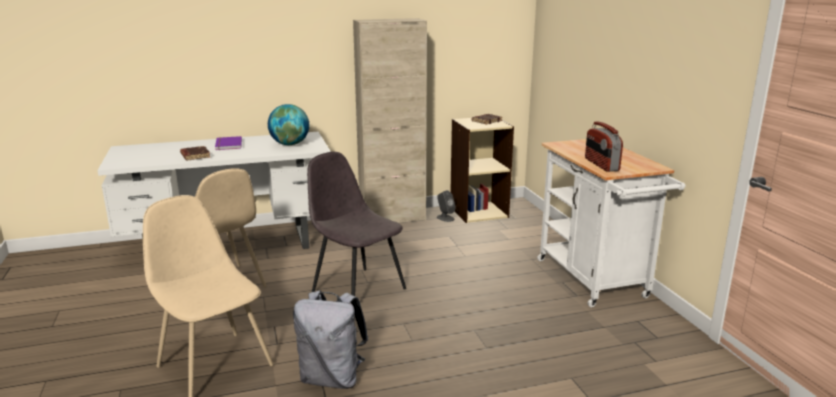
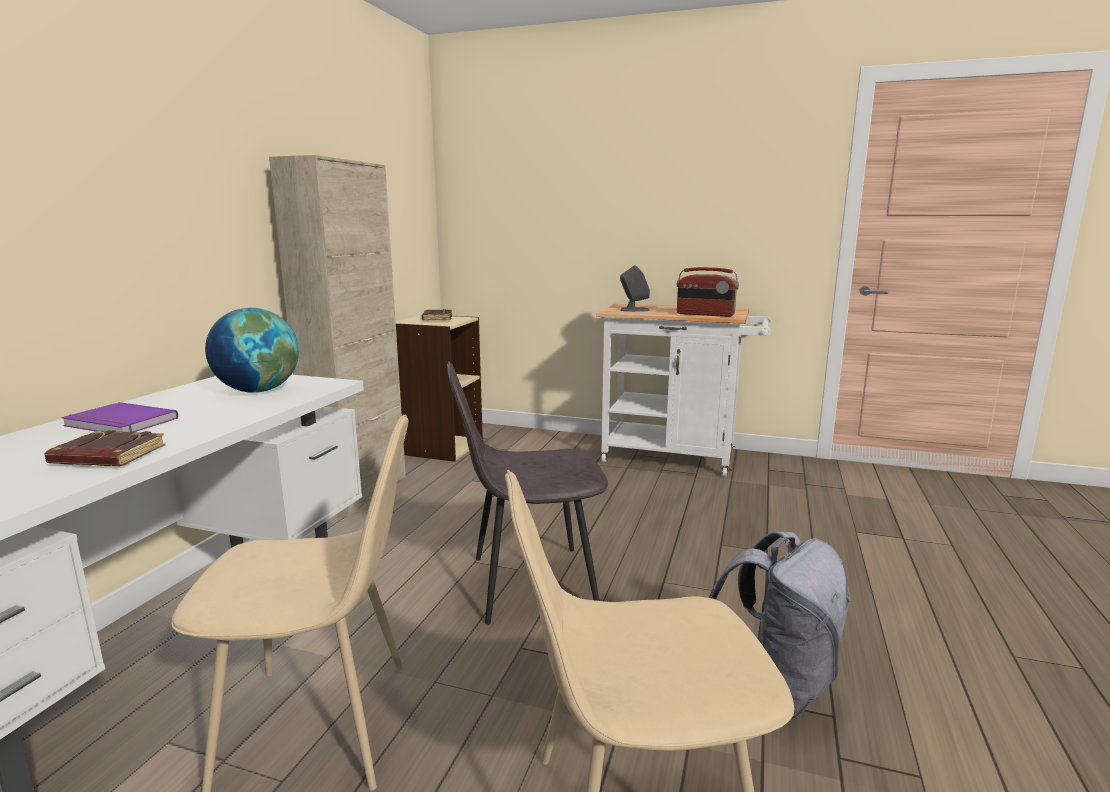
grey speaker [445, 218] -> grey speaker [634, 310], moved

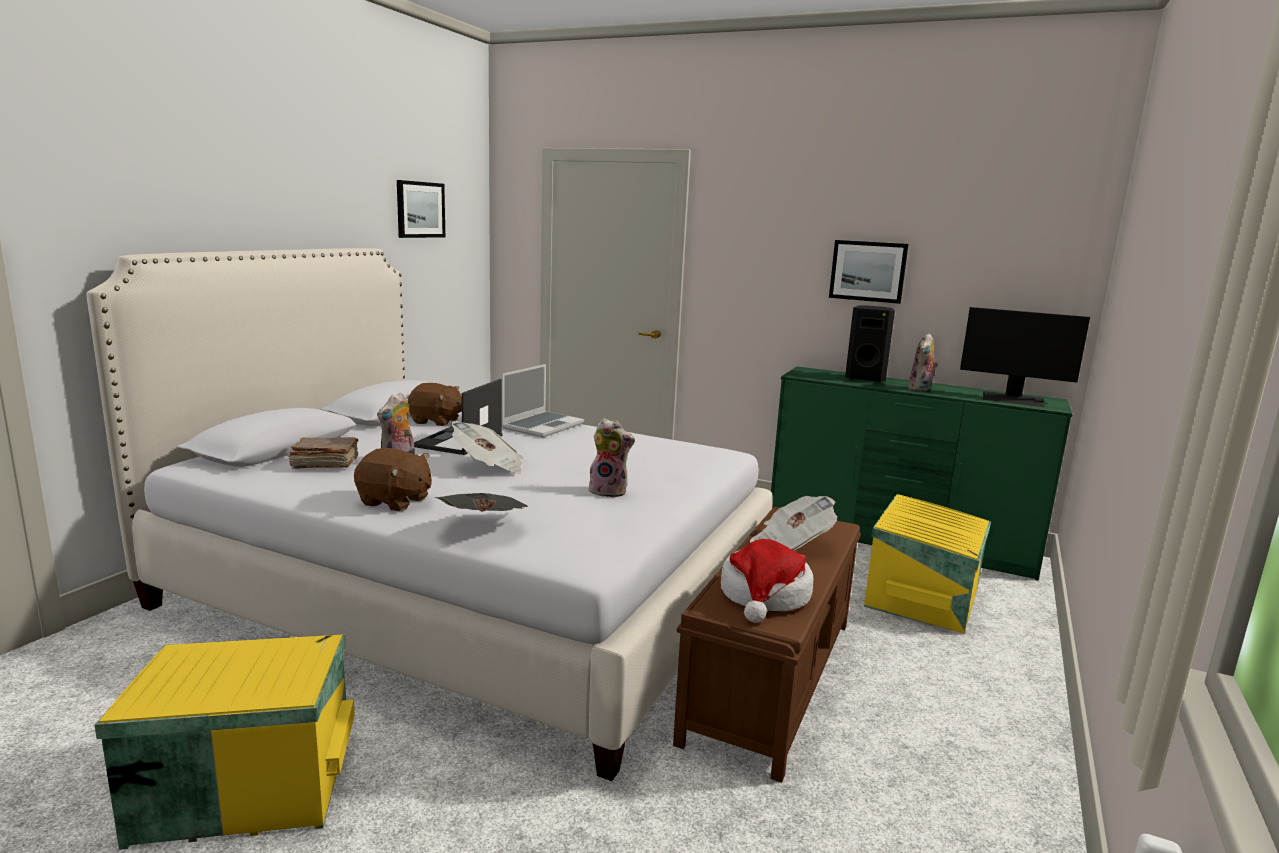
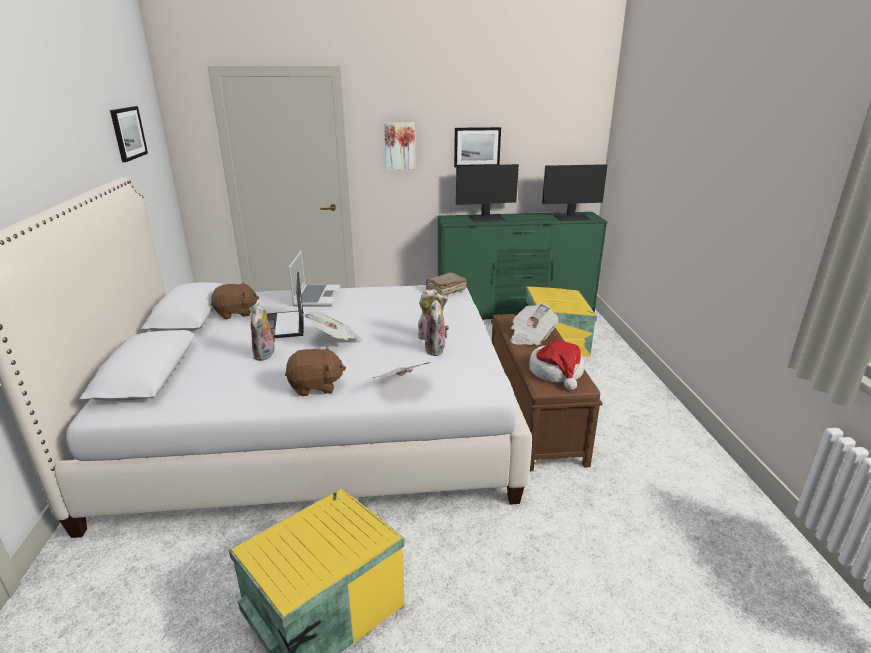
brown book [324, 464] -> brown book [445, 291], moved
black speaker [865, 379] -> monitor [487, 218]
plush toy [921, 389] -> plush toy [436, 351], moved
none -> picture [399, 146]

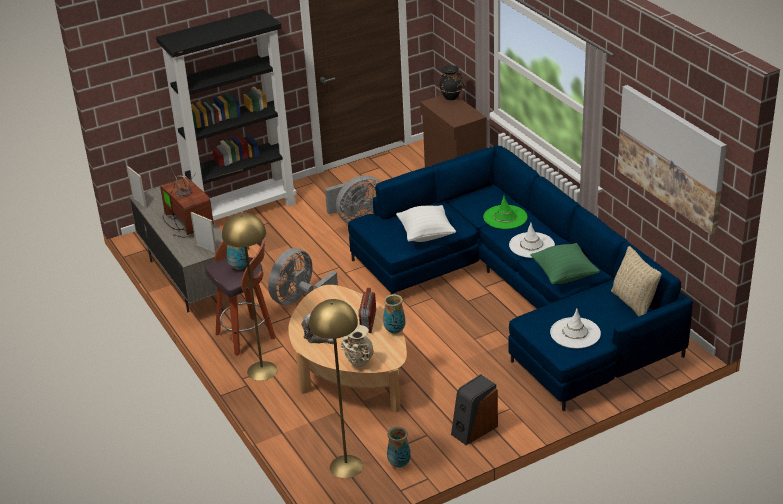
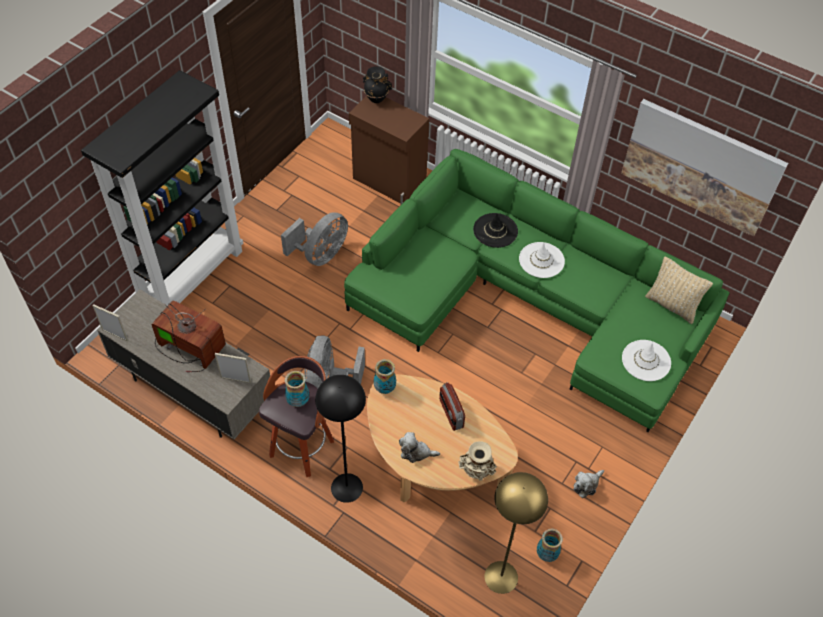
yellow floor lamp [262, 371] -> black floor lamp [346, 488]
blue sofa [519, 294] -> green sofa [528, 302]
vase [395, 331] -> vase [385, 388], moved
white pillow [426, 234] -> none
speaker [474, 429] -> plush toy [586, 485]
green hat [505, 217] -> black hat [495, 230]
green pillow [564, 275] -> none

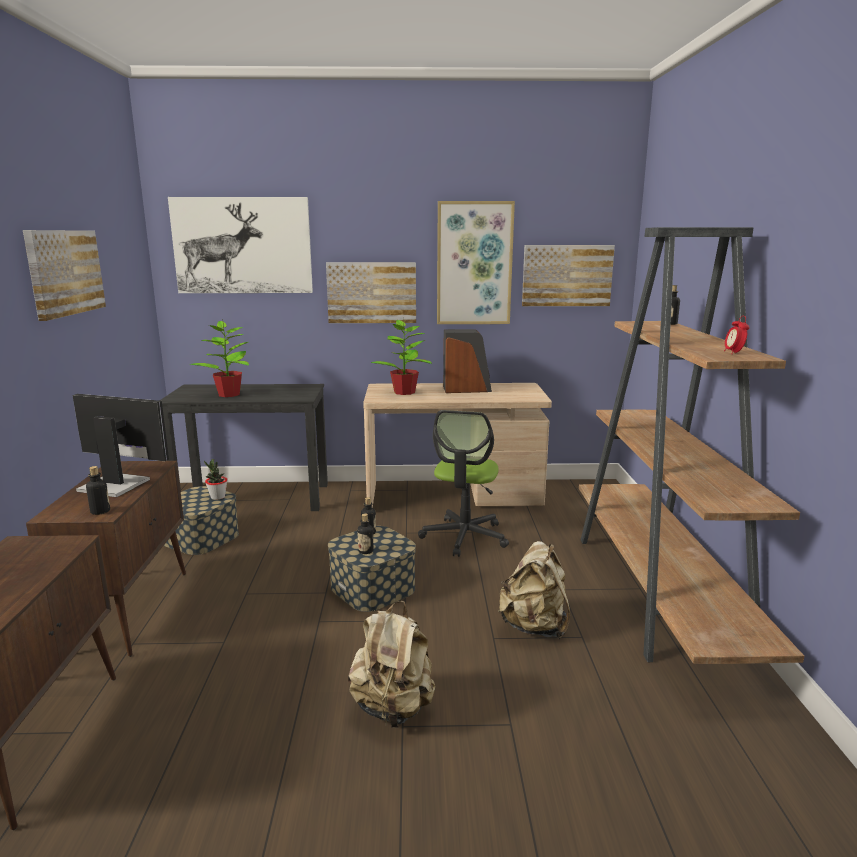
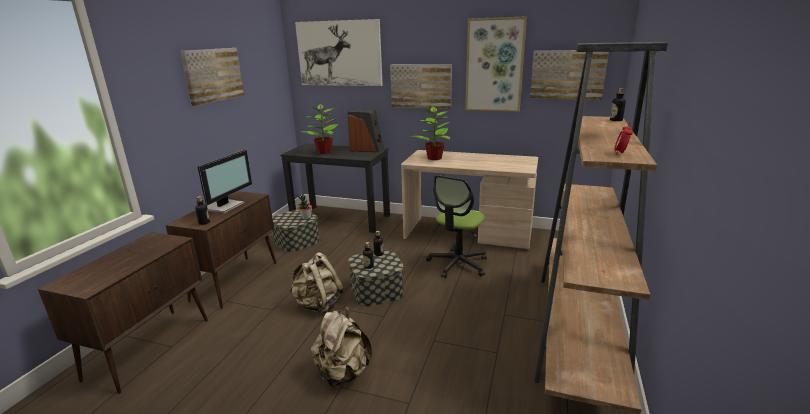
monitor [115, 484] -> monitor [225, 206], 75 degrees clockwise
speaker [466, 389] -> speaker [366, 149], moved
beige backpack [534, 626] -> beige backpack [318, 305], moved

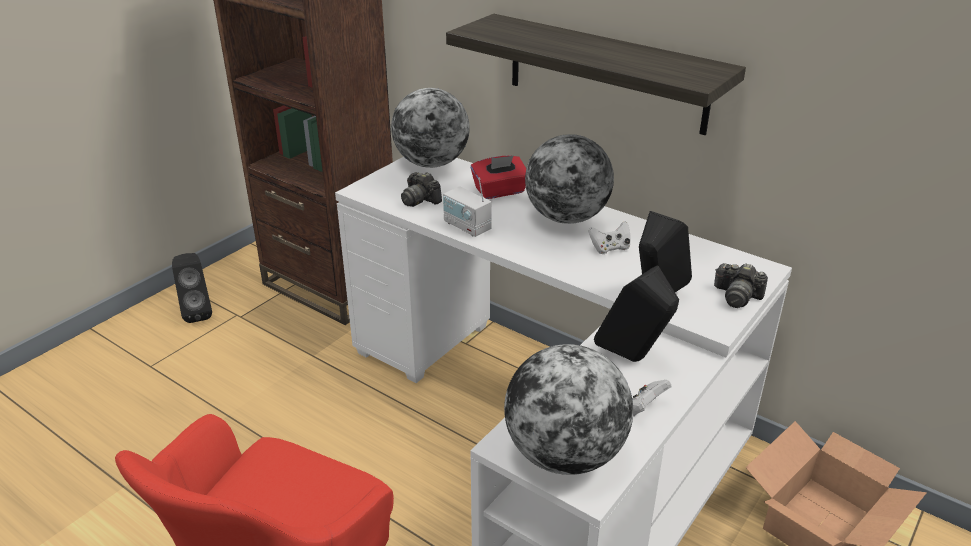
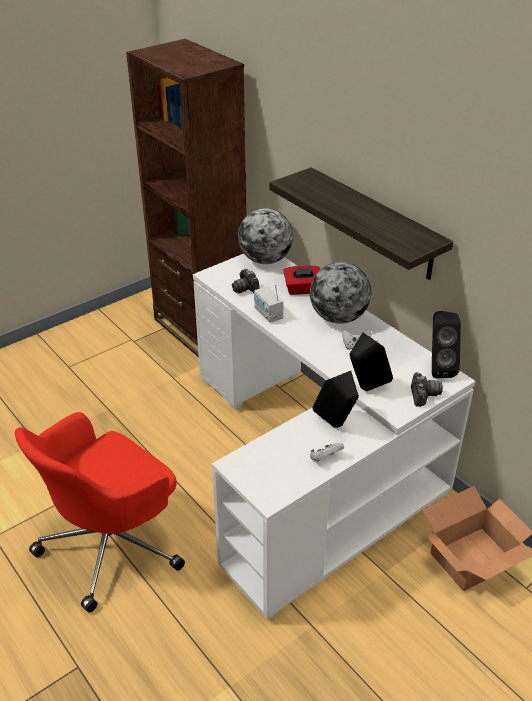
black speaker [197, 313] -> black speaker [438, 368], moved
globe [565, 454] -> none
photo camera [737, 296] -> photo camera [423, 395], 135 degrees counterclockwise

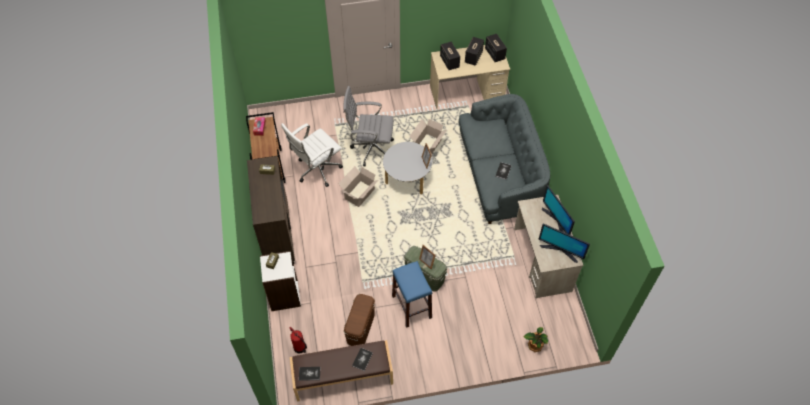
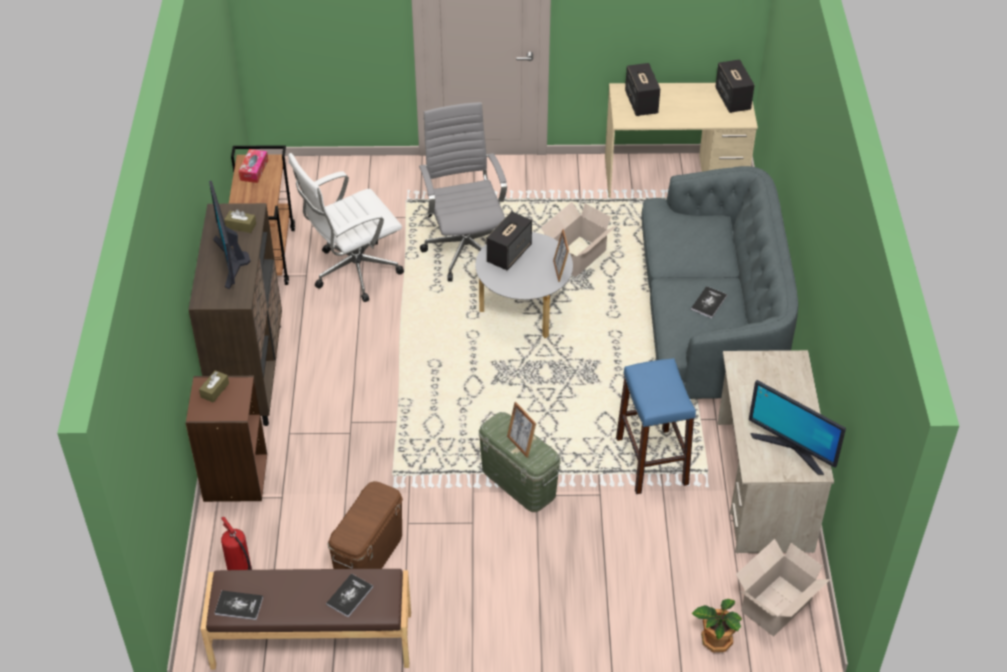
white bookcase [284, 295] -> brown bookcase [234, 477]
cardboard box [359, 194] -> cardboard box [774, 606], moved
grey office chair [370, 149] -> grey office chair [465, 249], 60 degrees clockwise
blue stool [411, 306] -> blue stool [651, 460], moved
speaker [473, 57] -> speaker [509, 253], moved
monitor [556, 221] -> monitor [231, 261], moved

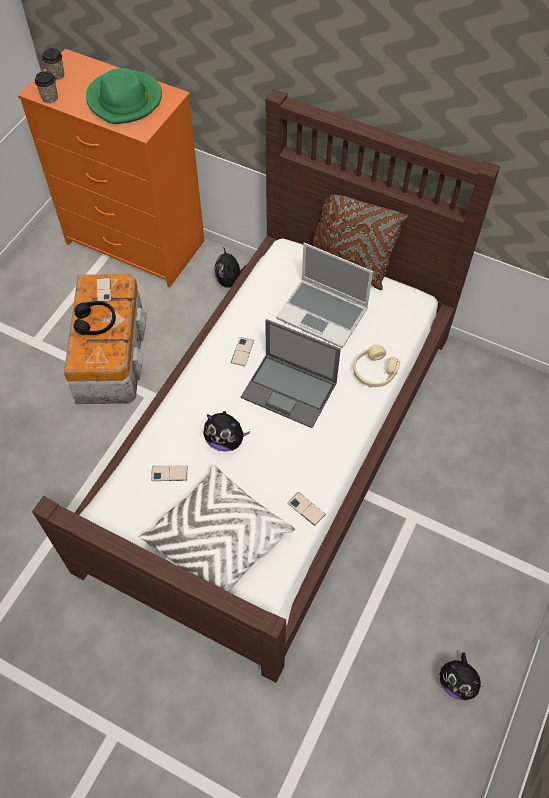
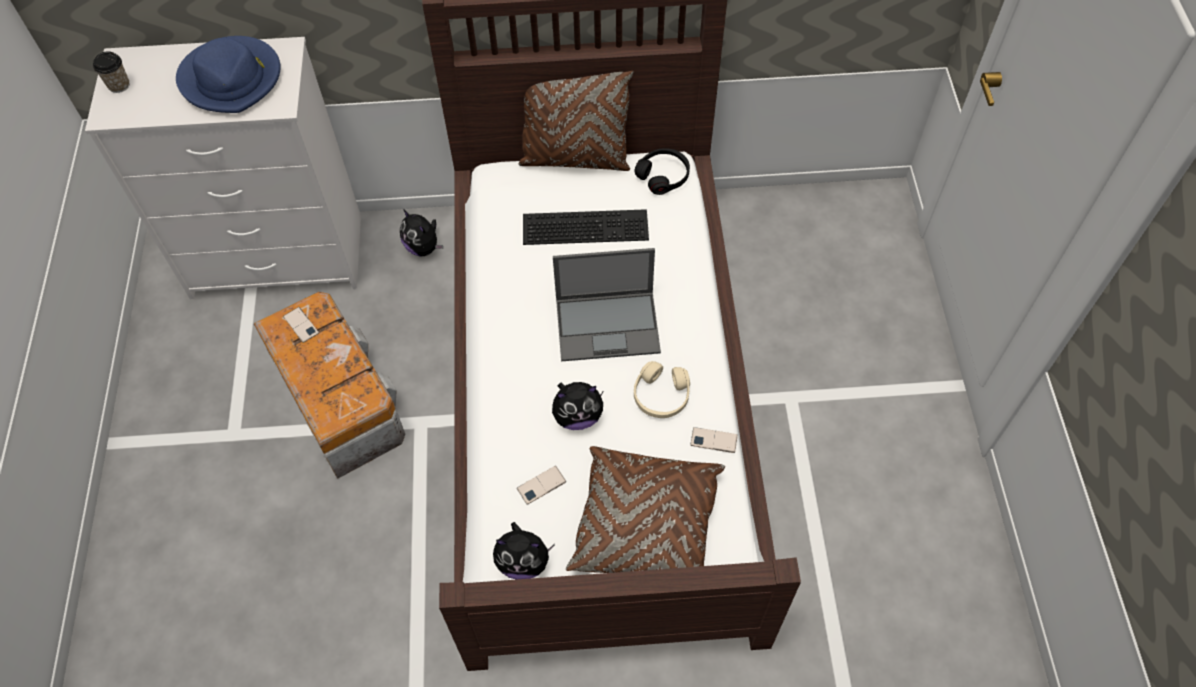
orange dresser [136, 242] -> white dresser [279, 256]
cup [50, 98] -> none
black headphones [96, 322] -> black headphones [663, 176], moved
green hat [125, 100] -> blue hat [232, 78]
white pillow [217, 541] -> brown pillow [646, 527]
phone [242, 352] -> none
laptop [323, 314] -> keyboard [586, 225]
beige headphones [374, 371] -> beige headphones [661, 395], moved
plush toy [457, 682] -> plush toy [523, 561], moved

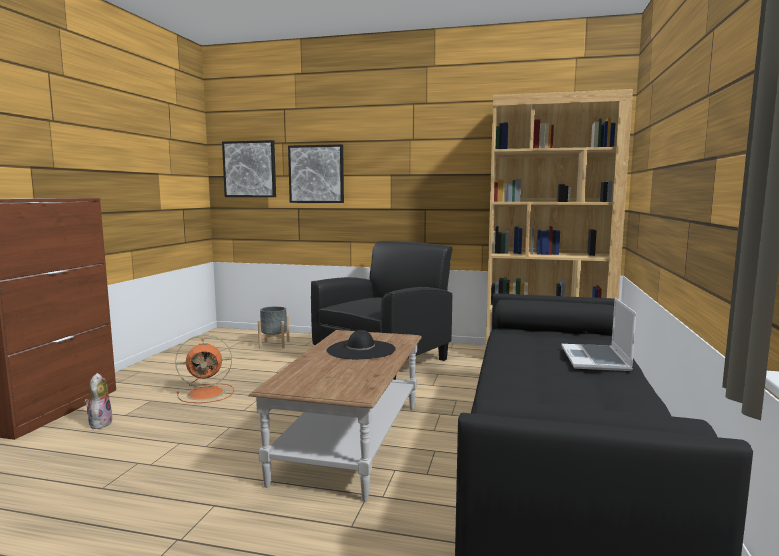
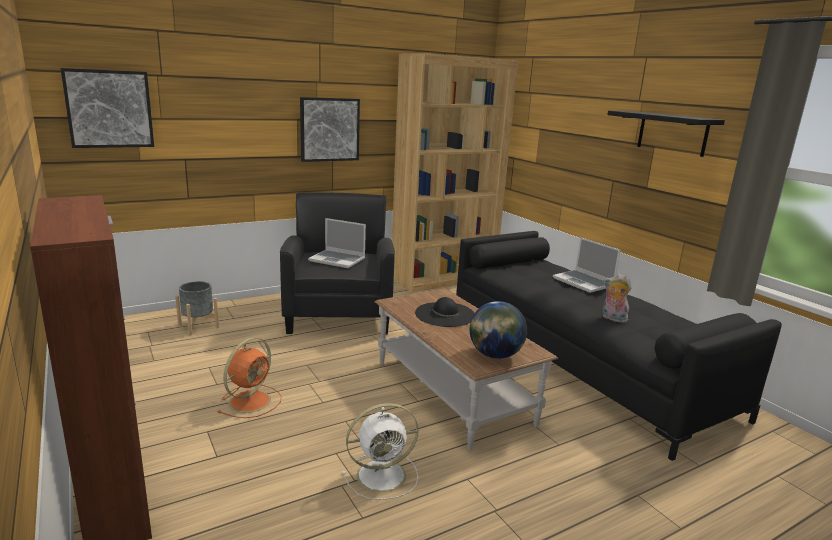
plush toy [99, 423] -> plush toy [612, 319], moved
picture [316, 174] -> picture [329, 129], moved
none -> laptop [338, 260]
none -> white fan [383, 475]
none -> globe [495, 355]
none -> black shelf [672, 133]

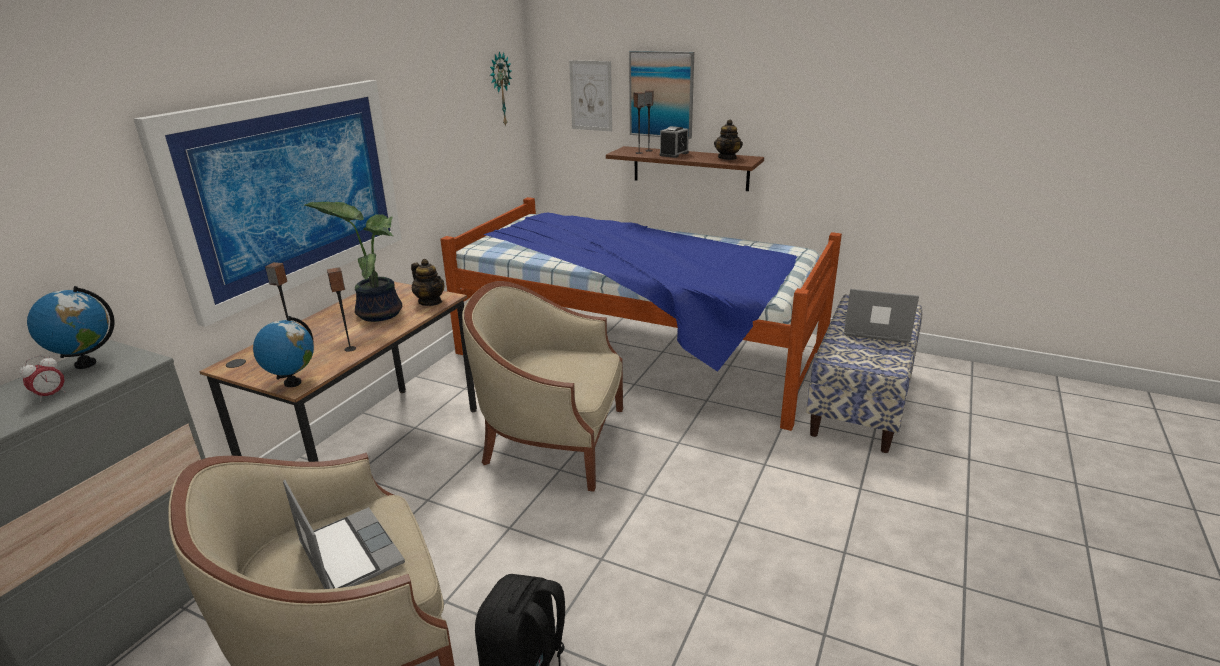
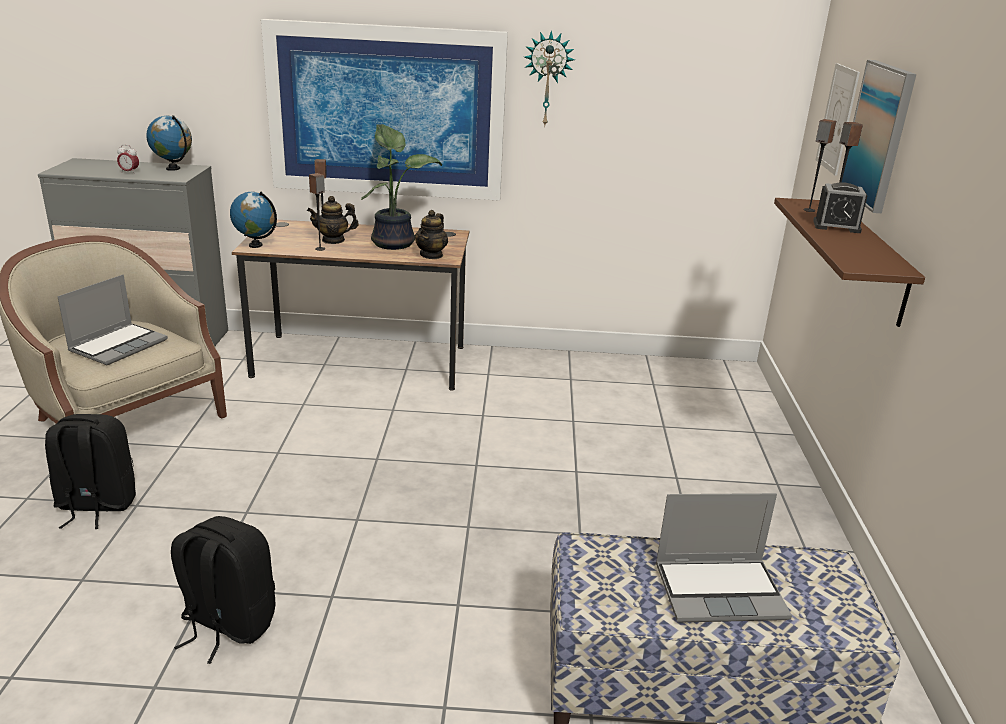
bed [638, 353] -> none
beige armchair [553, 441] -> none
wall clock [499, 89] -> wall clock [547, 79], moved
teapot [727, 158] -> teapot [333, 240], moved
laptop [875, 330] -> laptop [720, 591], 90 degrees clockwise
none -> black backpack [227, 625]

